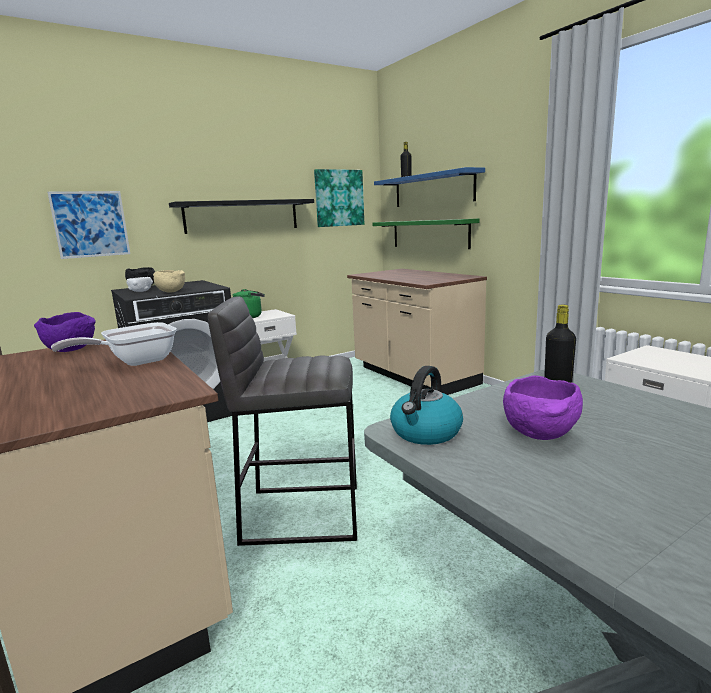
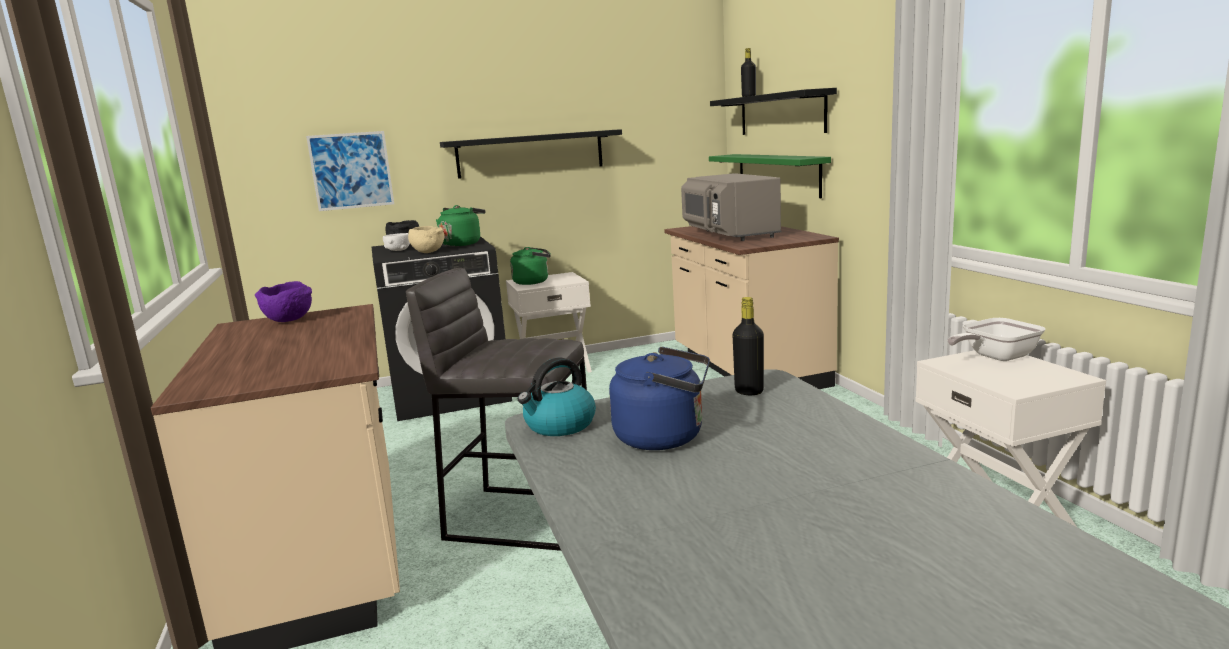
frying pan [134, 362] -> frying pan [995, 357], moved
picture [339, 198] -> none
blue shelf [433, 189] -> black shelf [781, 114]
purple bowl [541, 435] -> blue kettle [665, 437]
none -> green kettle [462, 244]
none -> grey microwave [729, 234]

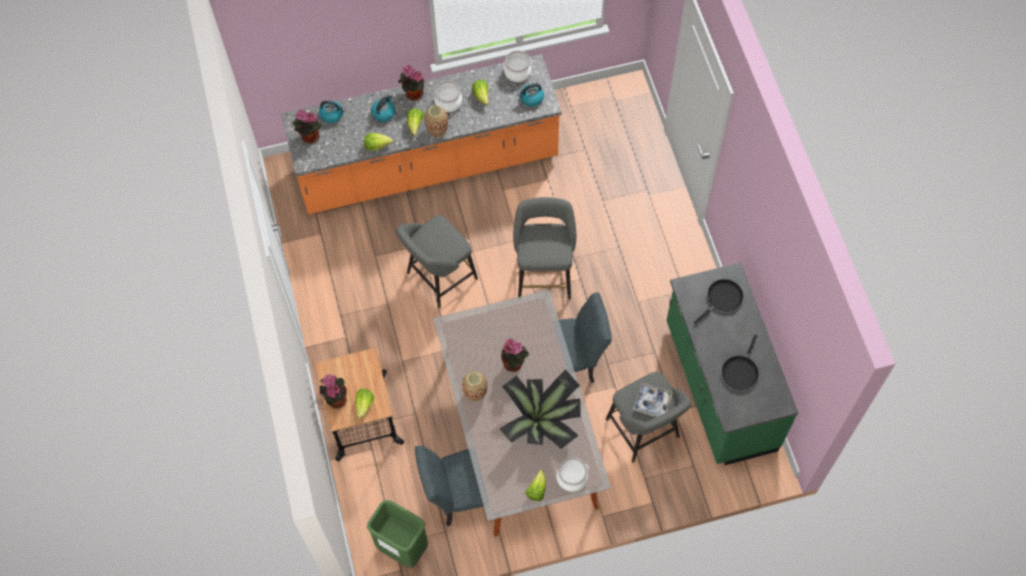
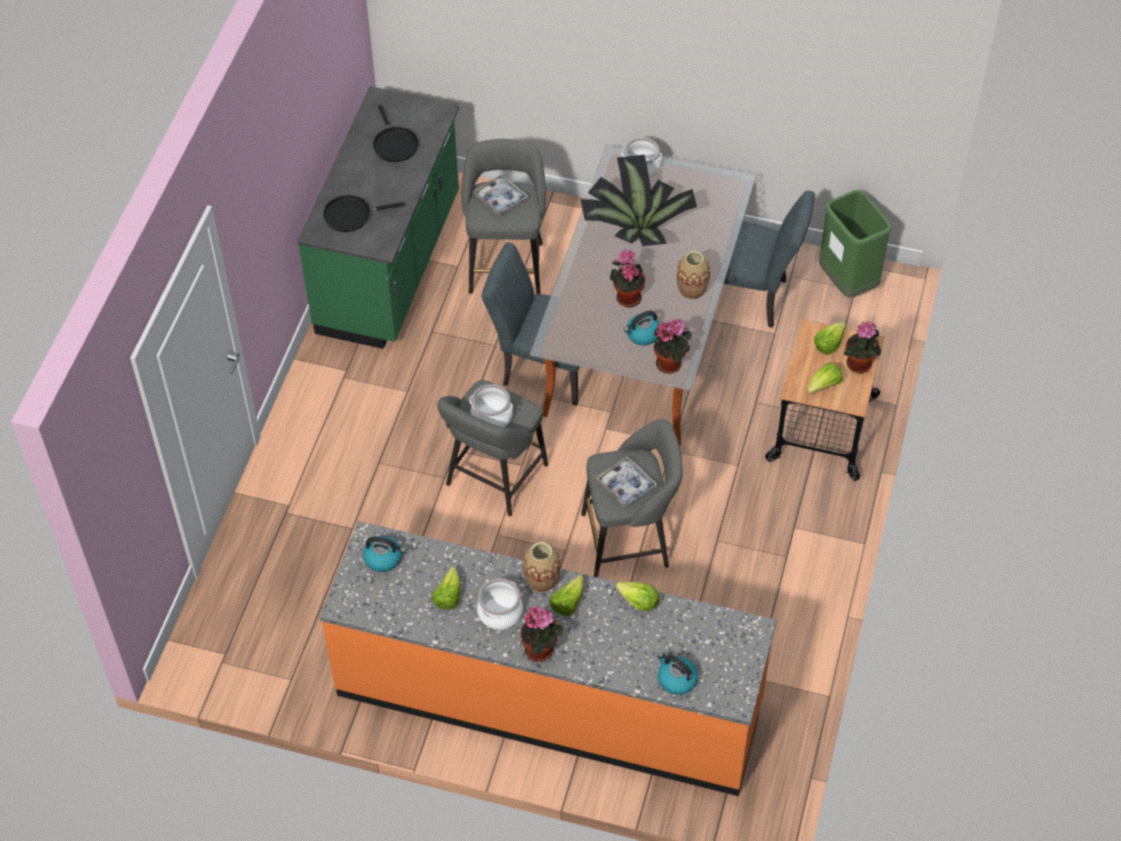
potted plant [309, 137] -> potted plant [671, 364], moved
kettle [384, 113] -> kettle [642, 335], moved
cooking pot [517, 72] -> cooking pot [491, 417], moved
lettuce [536, 490] -> lettuce [823, 386], moved
black frying pan [740, 371] -> black frying pan [394, 144], 105 degrees clockwise
none -> tray [626, 485]

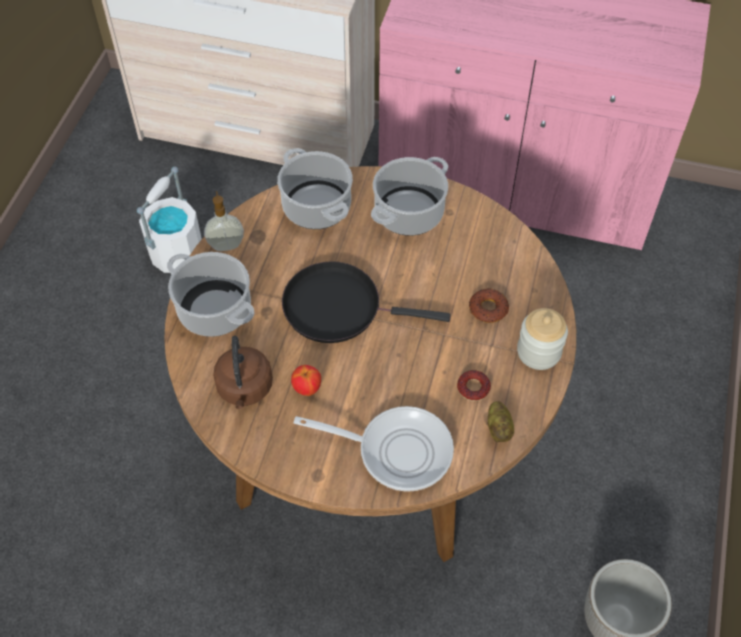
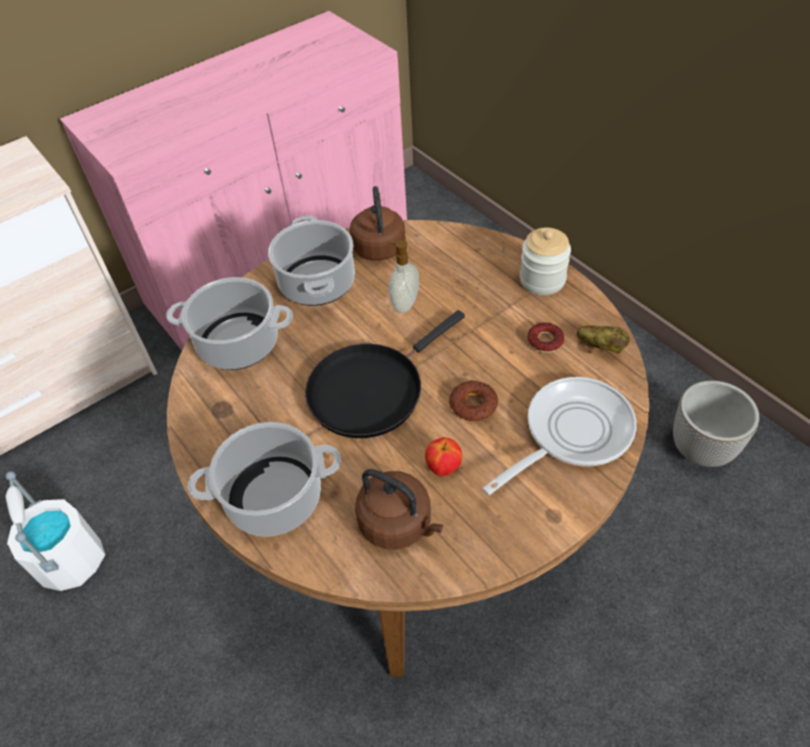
soap dispenser [226, 244] -> soap dispenser [404, 303], moved
donut [488, 308] -> donut [473, 405], moved
none -> brown kettle [378, 246]

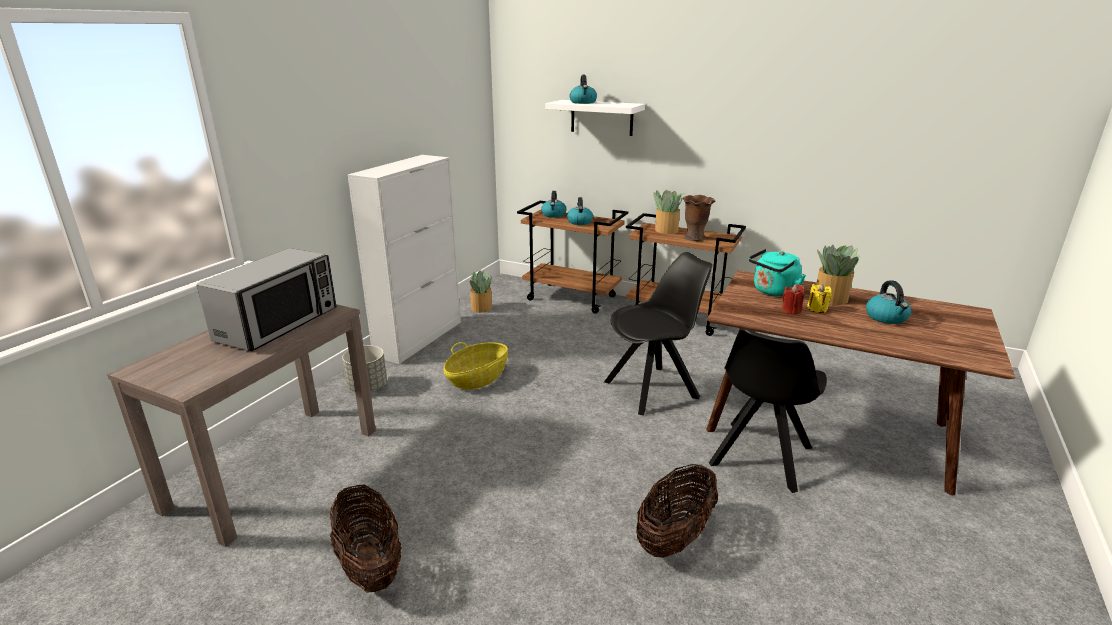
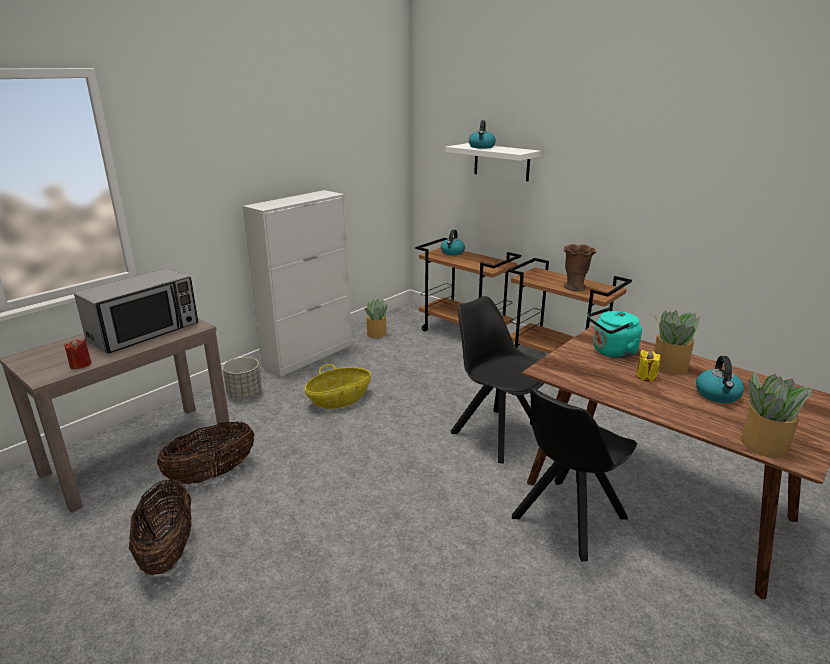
kettle [579, 222] -> none
black chair [653, 389] -> black chair [496, 433], 120 degrees counterclockwise
basket [675, 537] -> basket [212, 474], moved
potted plant [666, 230] -> potted plant [763, 444], moved
red candle [791, 310] -> red candle [80, 364], moved

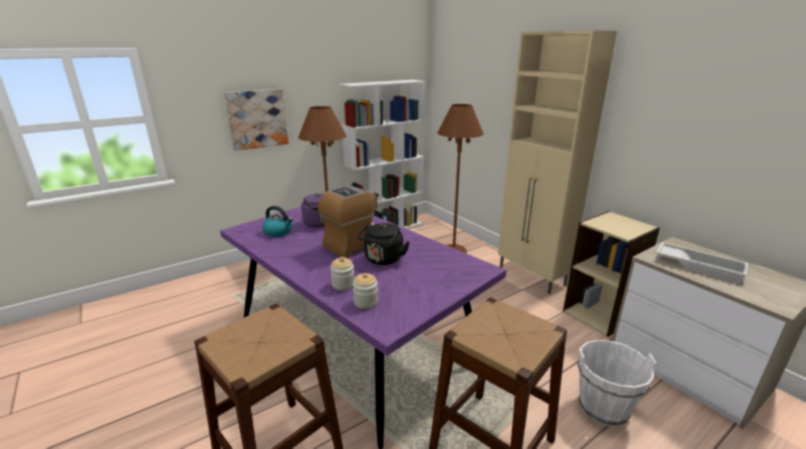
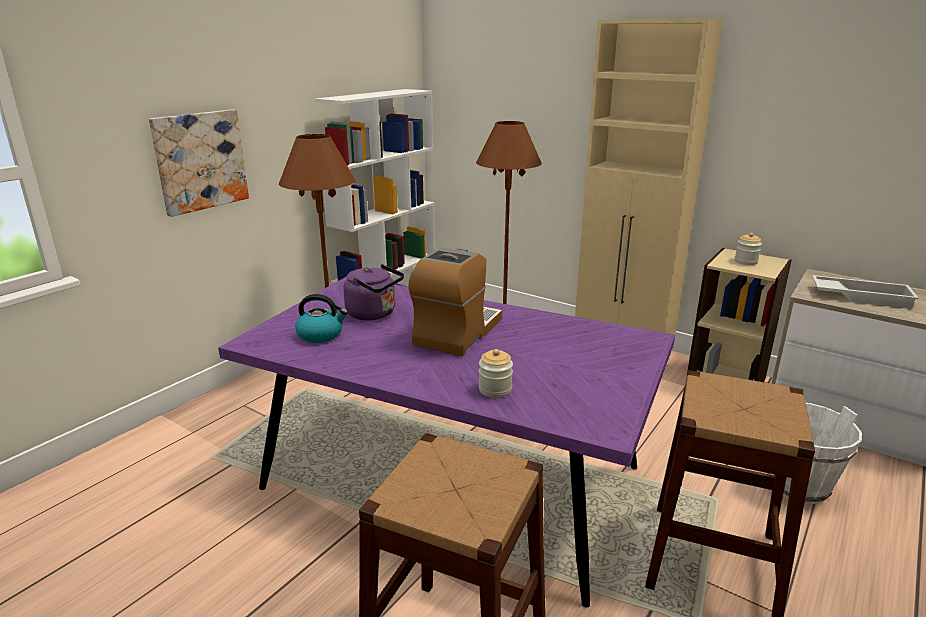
jar [366, 302] -> jar [745, 261], moved
black kettle [383, 260] -> none

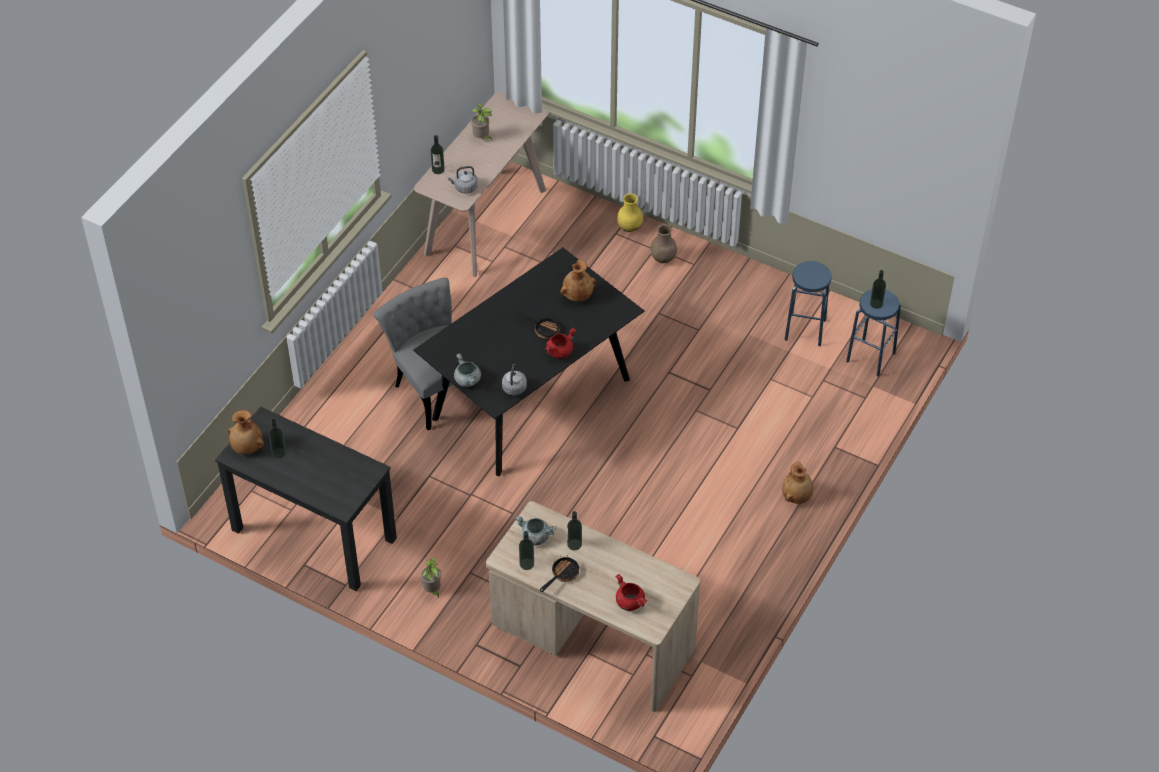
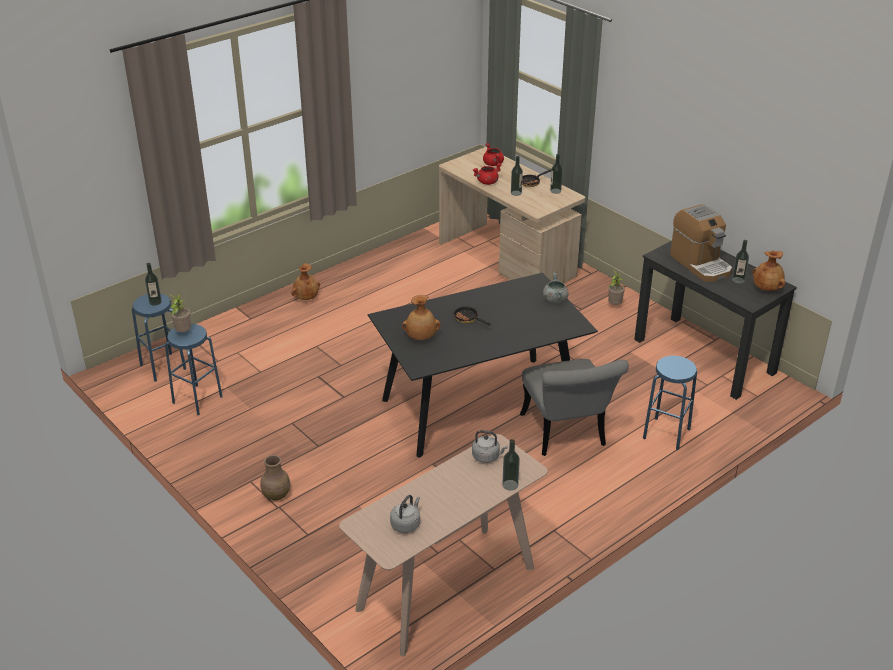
potted plant [482, 138] -> potted plant [183, 332], moved
grey kettle [514, 389] -> grey kettle [406, 524], moved
grey cooking pot [535, 537] -> none
red cooking pot [559, 352] -> red cooking pot [487, 182], moved
yellow vase [630, 227] -> none
none -> blue stool [666, 433]
none -> coffee machine [700, 264]

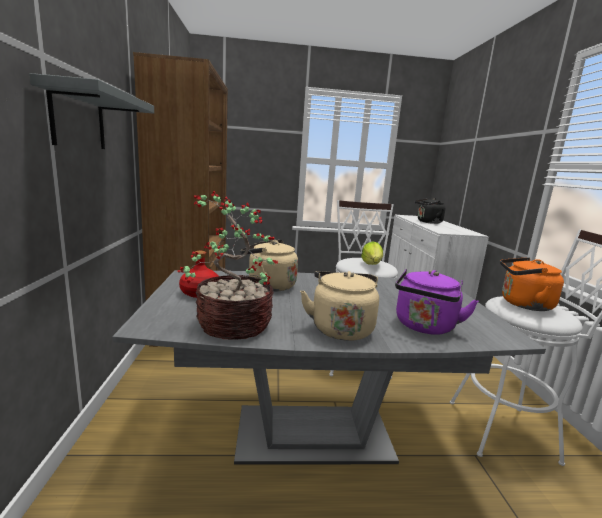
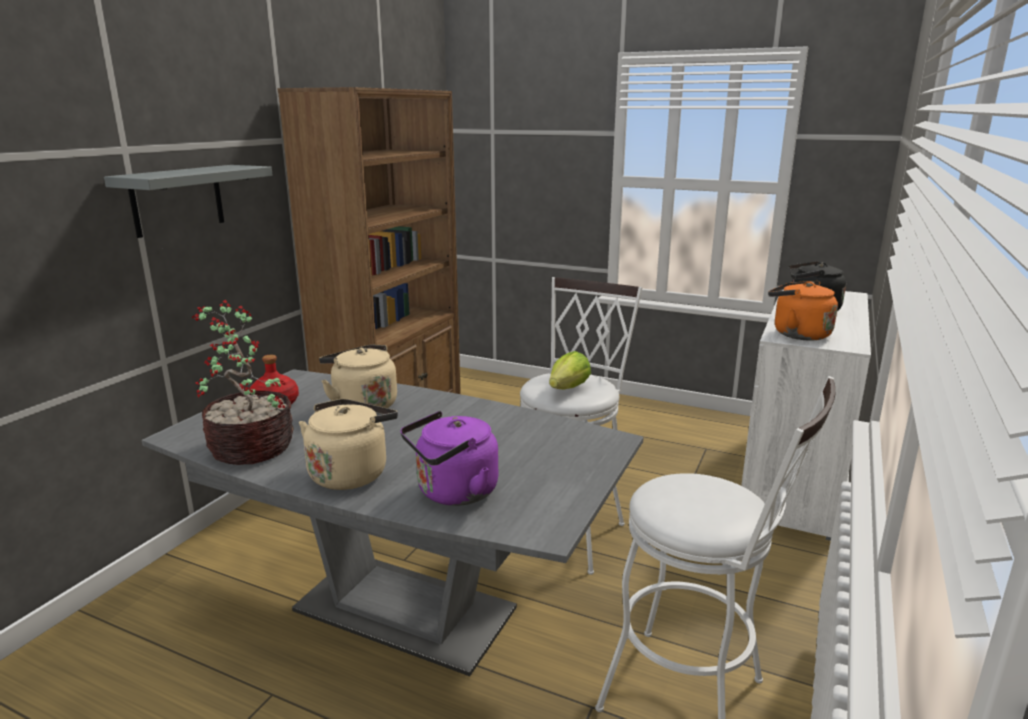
orange kettle [523, 304] -> orange kettle [797, 334], moved

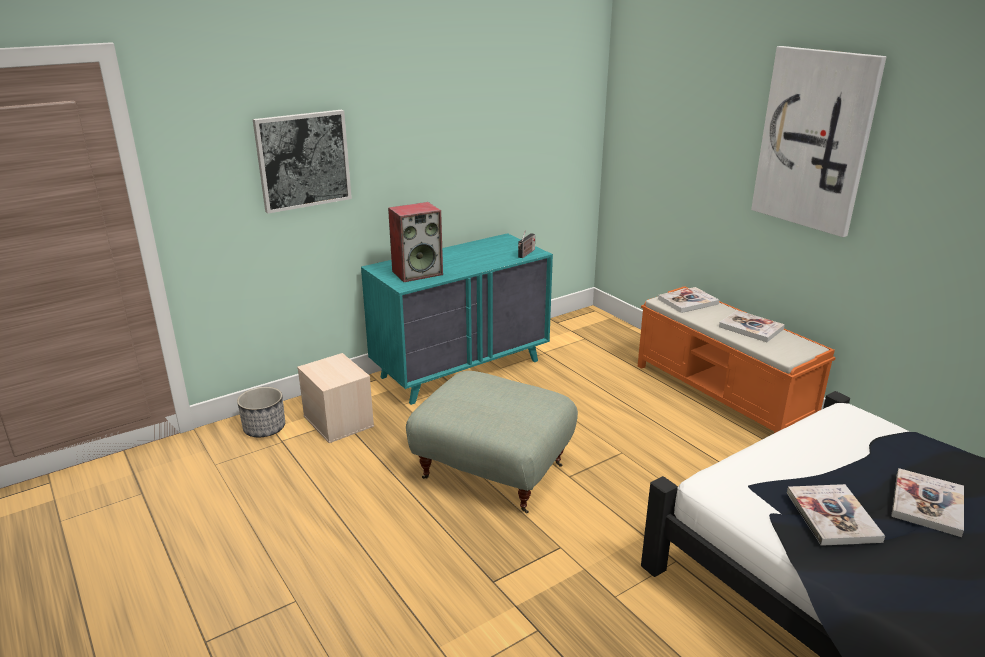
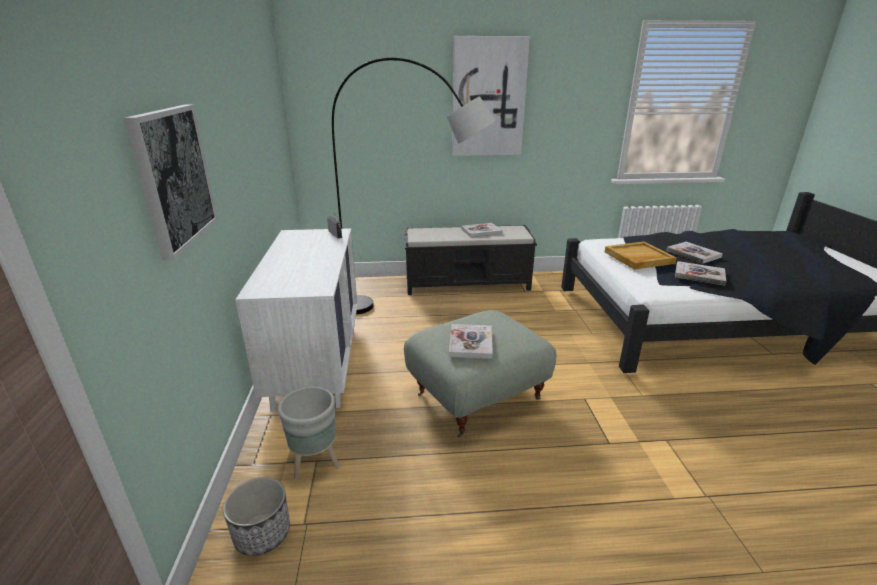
beige storage box [339, 421] -> grey planter [316, 464]
turquoise dresser [461, 368] -> white dresser [317, 361]
speaker [417, 272] -> none
orange bench [722, 394] -> black bench [468, 283]
book [688, 301] -> book [470, 342], moved
none -> grey floor lamp [416, 312]
none -> beige tray [638, 258]

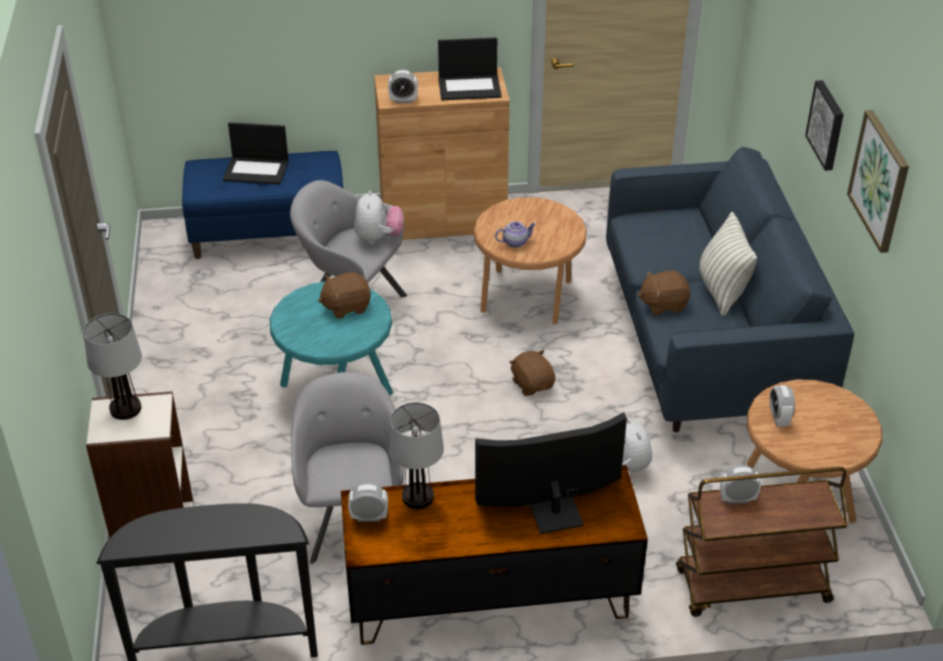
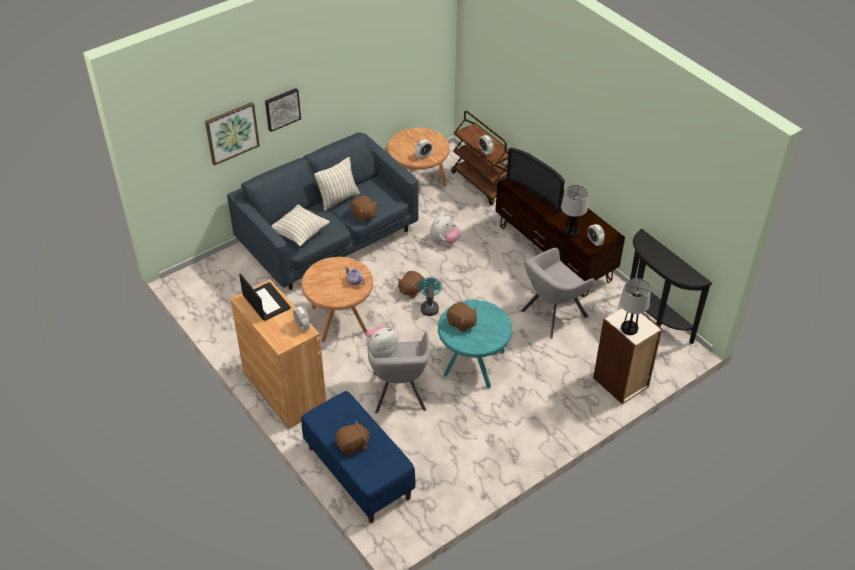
laptop [257, 170] -> brown plush toy [353, 445]
picture [880, 180] -> picture [232, 132], moved
none -> pillow [300, 234]
none -> turquoise fan [429, 307]

